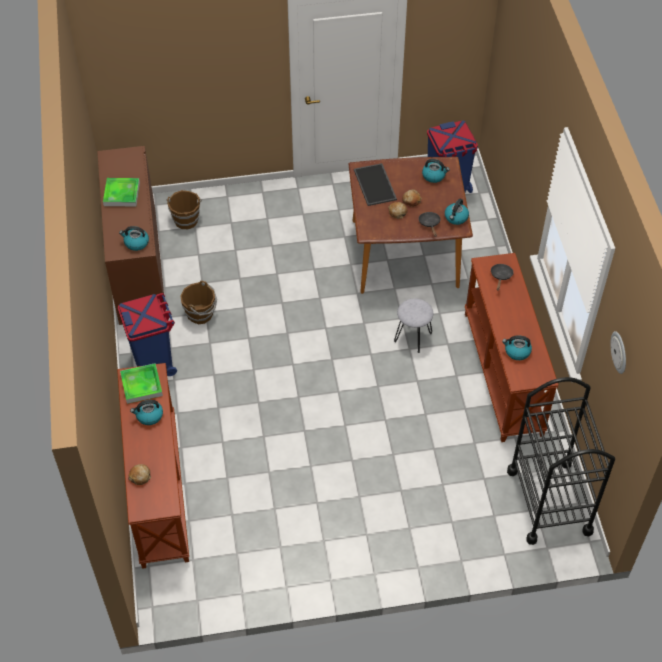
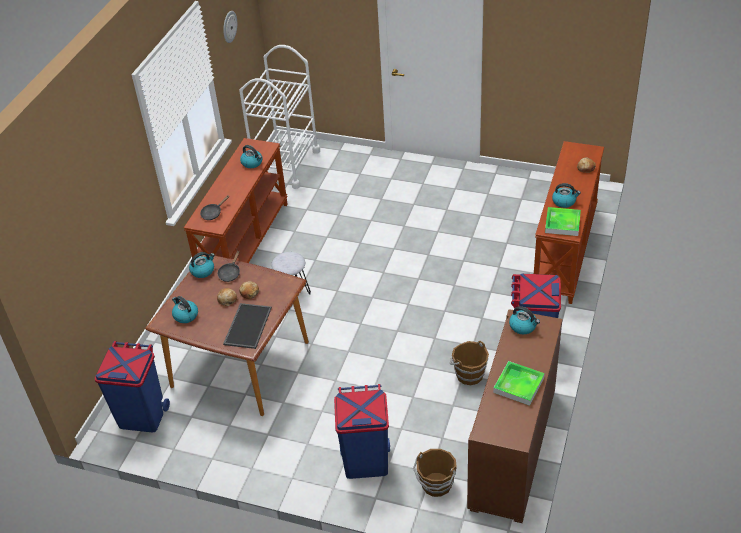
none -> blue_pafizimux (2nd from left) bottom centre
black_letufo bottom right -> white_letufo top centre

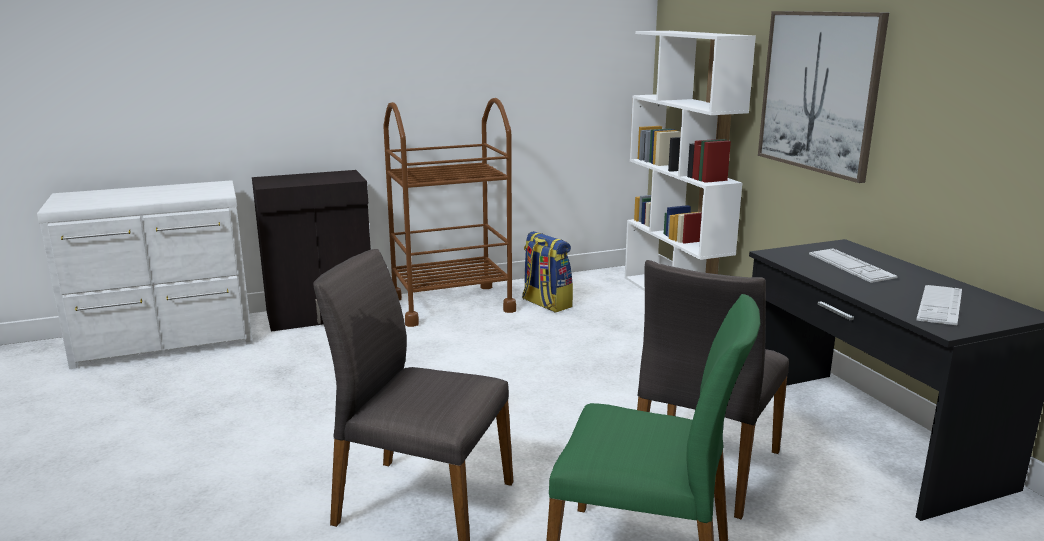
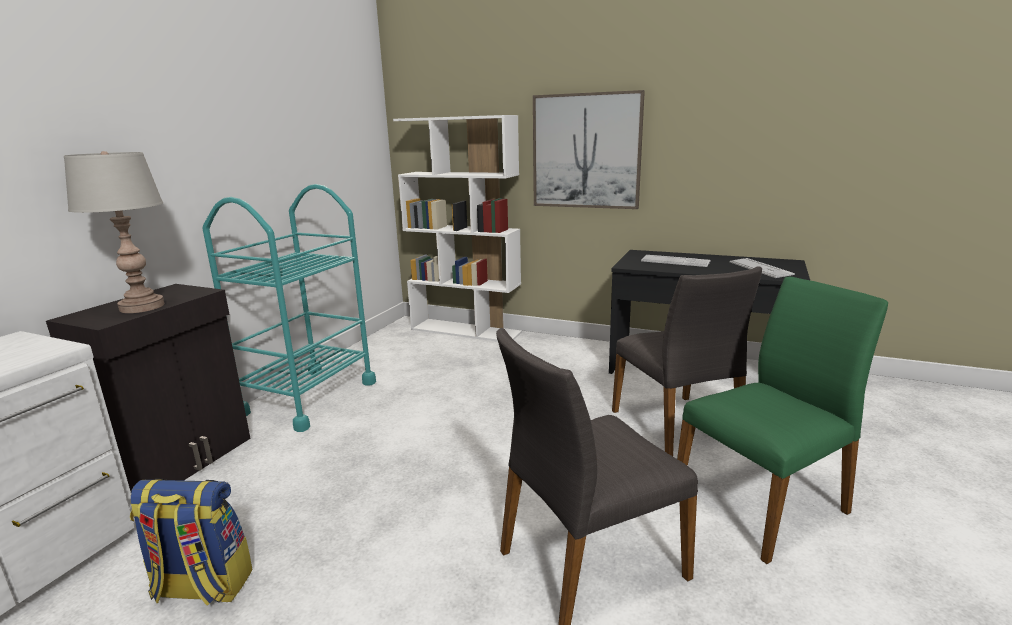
none -> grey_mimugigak middle left
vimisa centre -> vimisa bottom left, moved
brown_letufo centre -> turquoise_letufo middle left

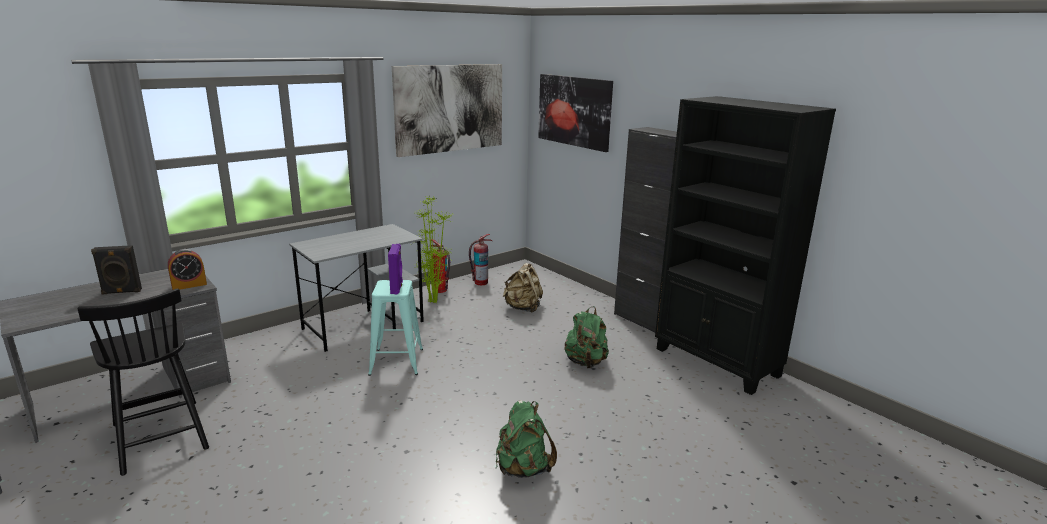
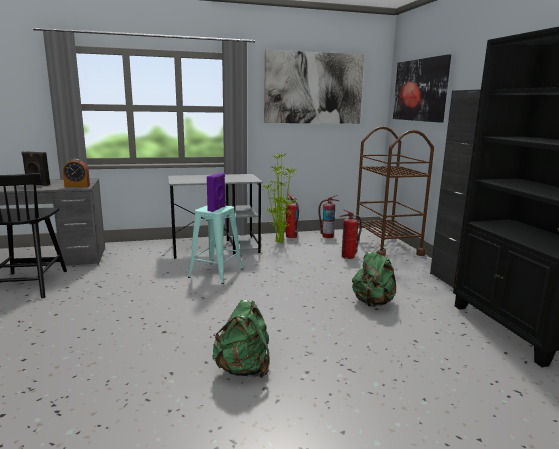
none -> brown_letufo middle right
beige_vimisa centre -> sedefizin (3rd from left) centre

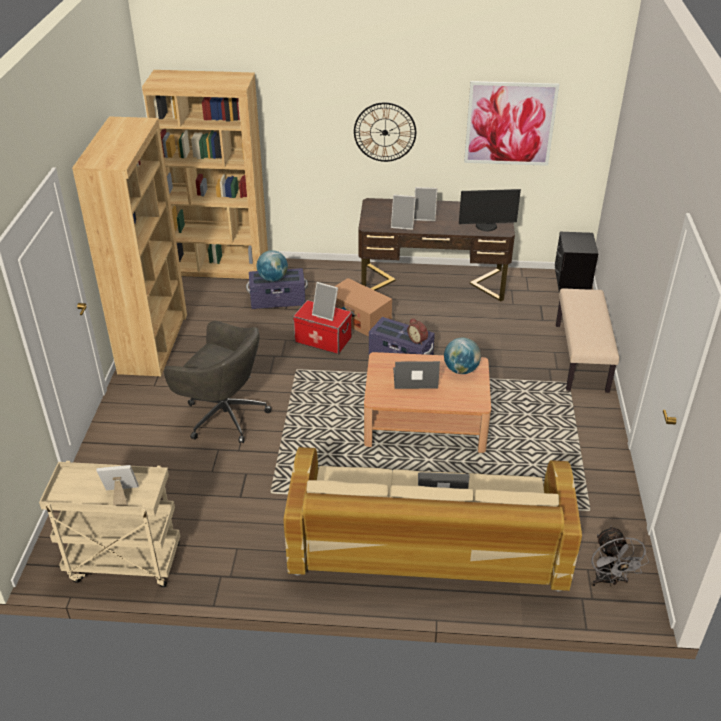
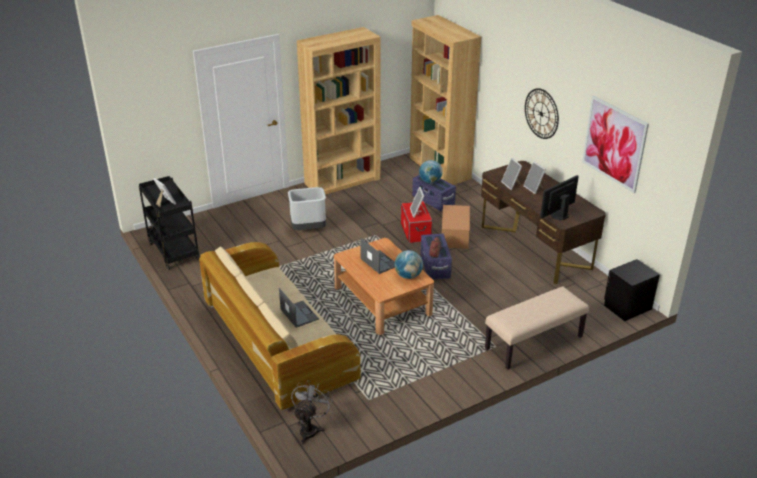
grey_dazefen middle left -> grey_pafizimux centre
beige_letufo bottom left -> black_letufo middle left
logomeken top right -> logomeken middle right, 90 degrees clockwise
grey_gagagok bottom right -> grey_gagagok bottom centre, 150 degrees clockwise

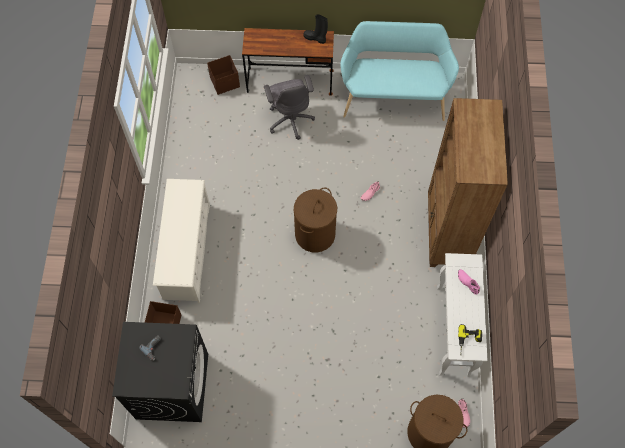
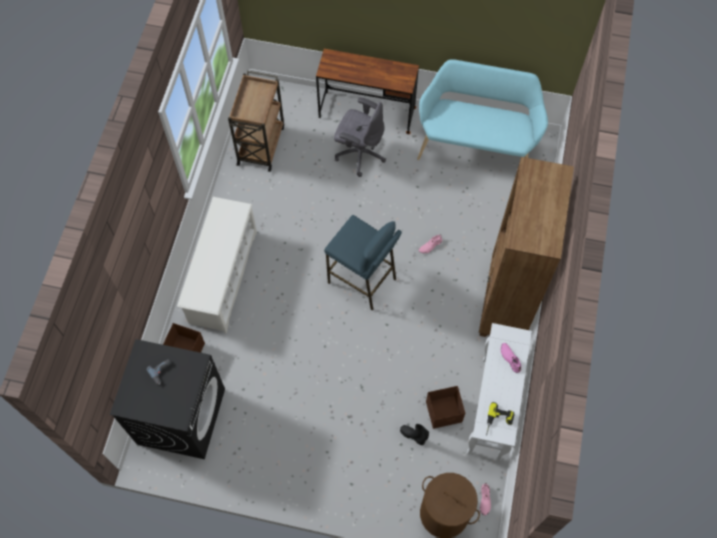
none -> brown_letufo top centre
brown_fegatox (2nd from left) top centre -> brown_fegatox (2nd from left) bottom centre, moved
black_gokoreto top centre -> black_gokoreto bottom centre, moved
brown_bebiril (1st from left) centre -> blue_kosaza centre
grey_dazefen top centre, 60 degrees counterclockwise

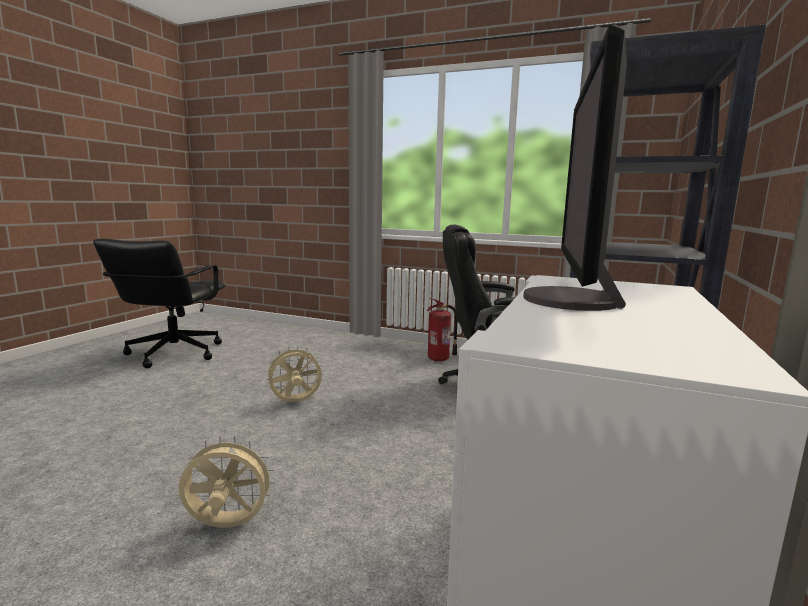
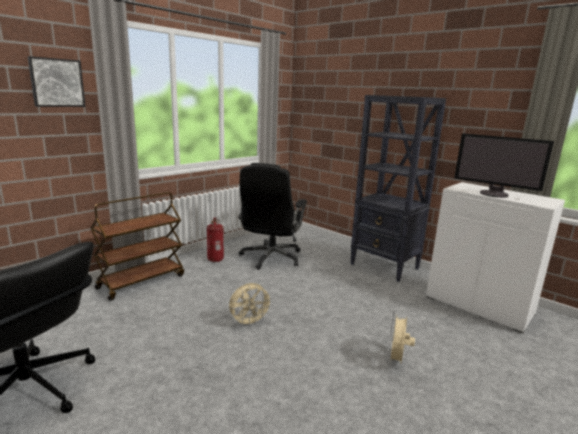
none -> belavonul top left
none -> brown_letufo middle left
beige_gagagok (2nd from left in the first image) centre -> beige_gagagok (1st from left) bottom centre, 120 degrees counterclockwise

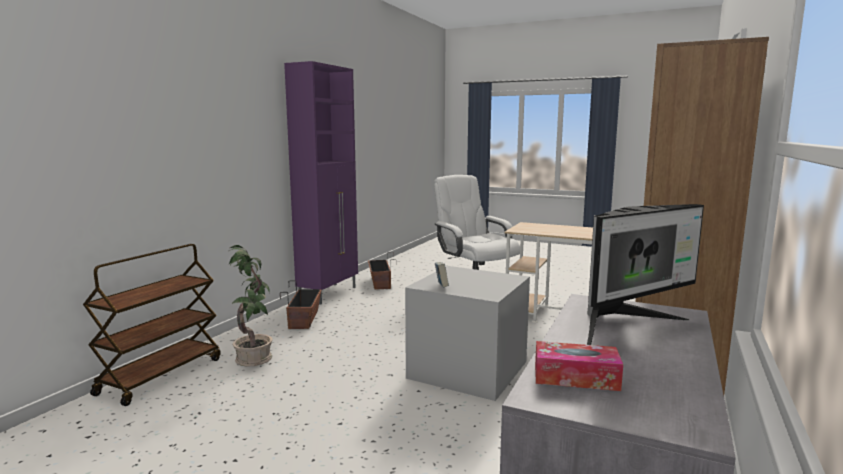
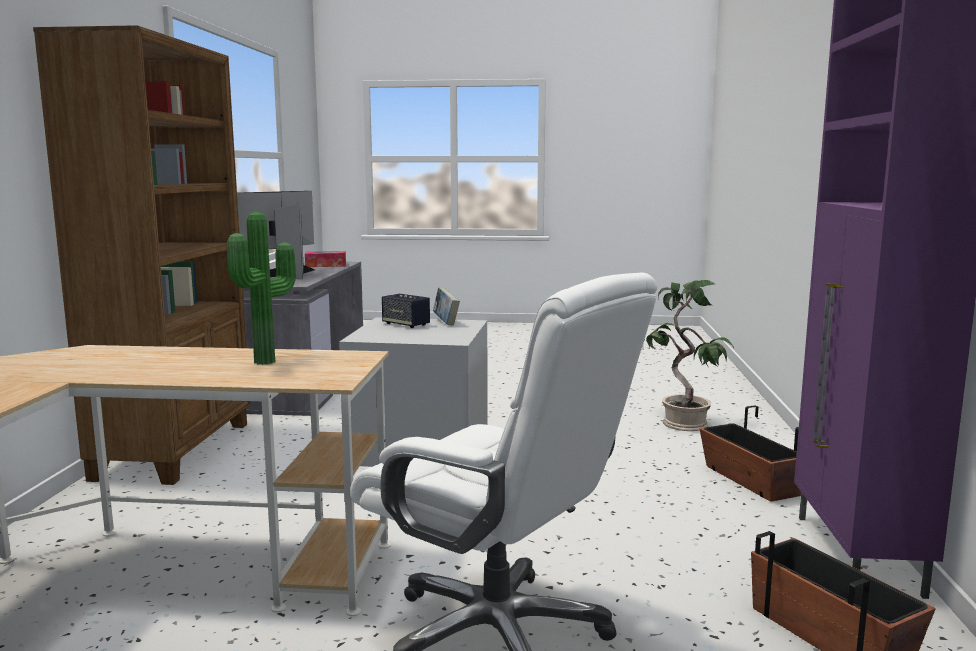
brown_letufo bottom left -> none
none -> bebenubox (1st from left) middle left
none -> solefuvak centre

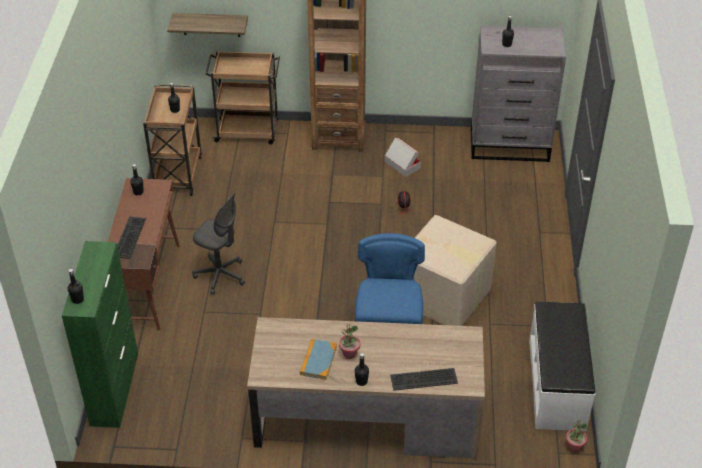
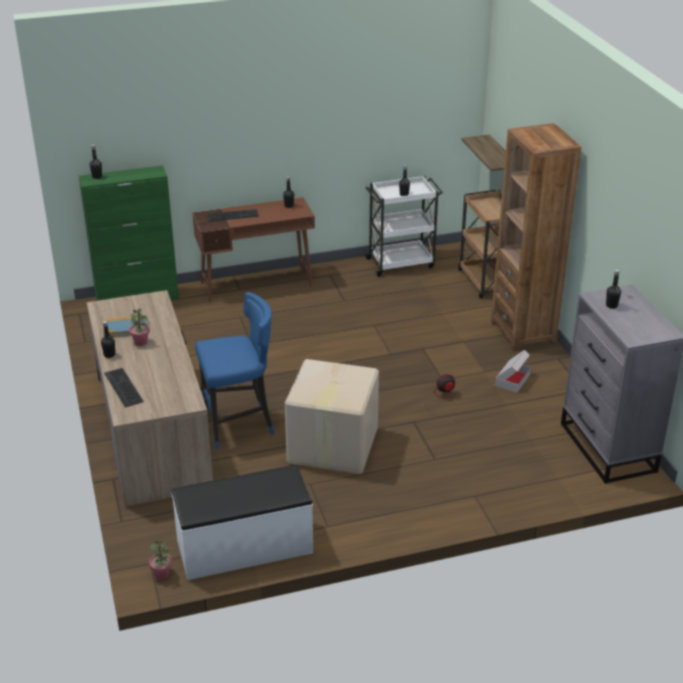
grey_dazefen middle left -> none
brown_letufo (1st from left) top left -> white_letufo top centre

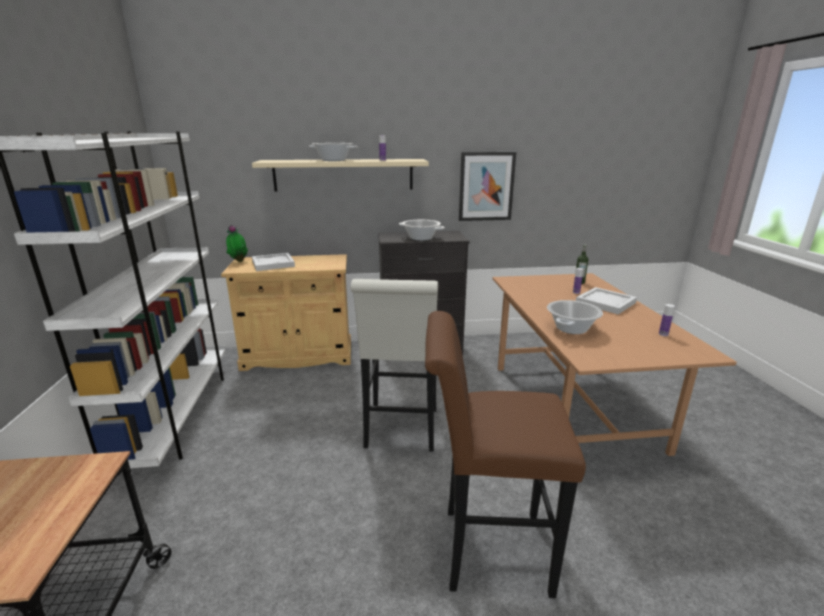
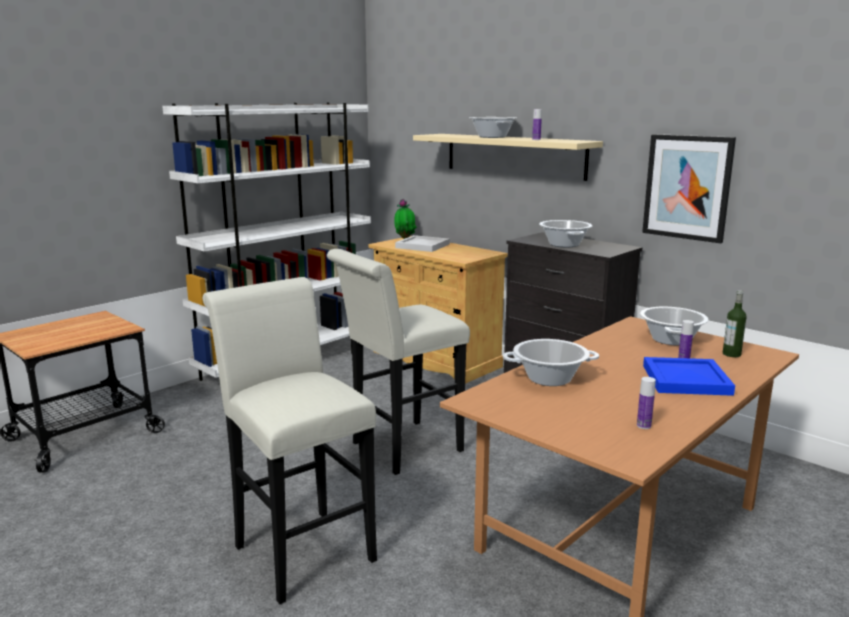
none -> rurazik (4th from left) middle right
brown_kosaza bottom centre -> white_kosaza (1st from left) bottom centre
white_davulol (2nd from left) middle right -> blue_davulol middle right

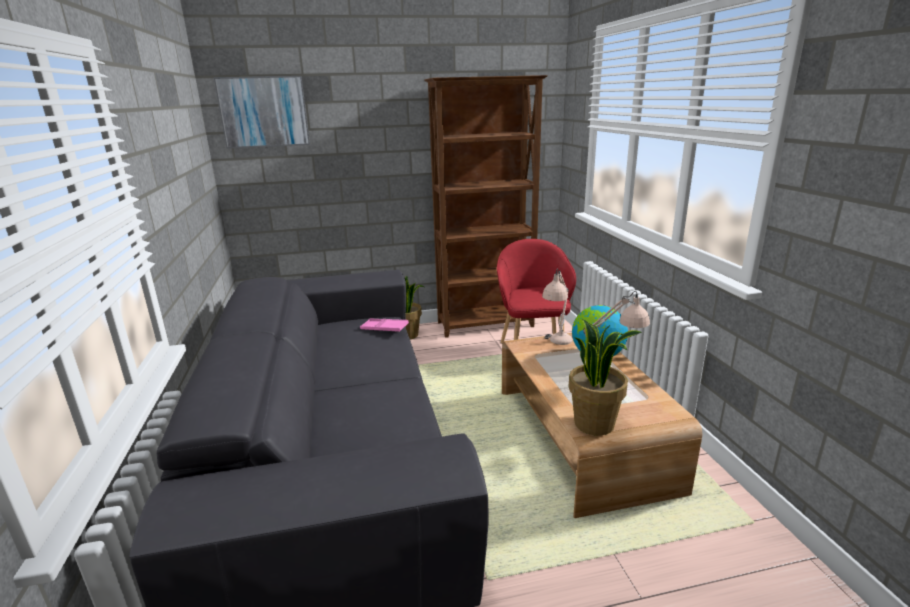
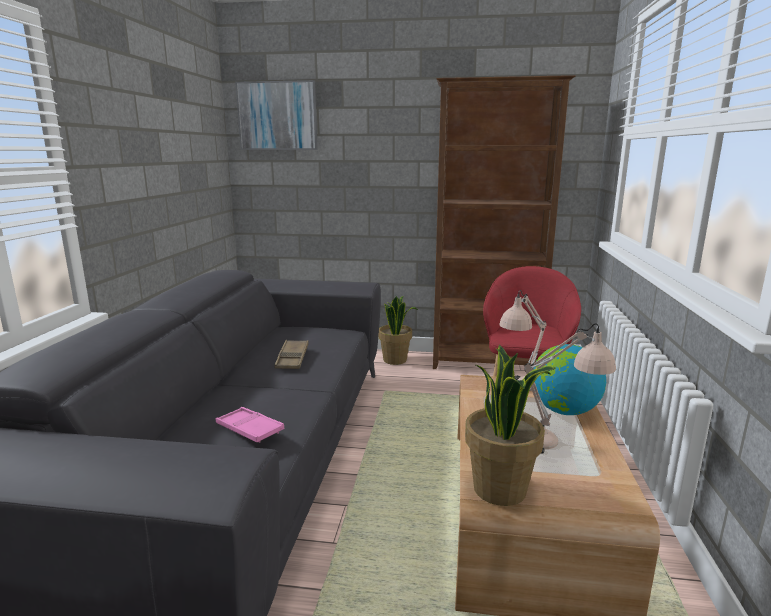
none -> brown_davulol centre
pink_davulol centre -> pink_davulol bottom left, moved

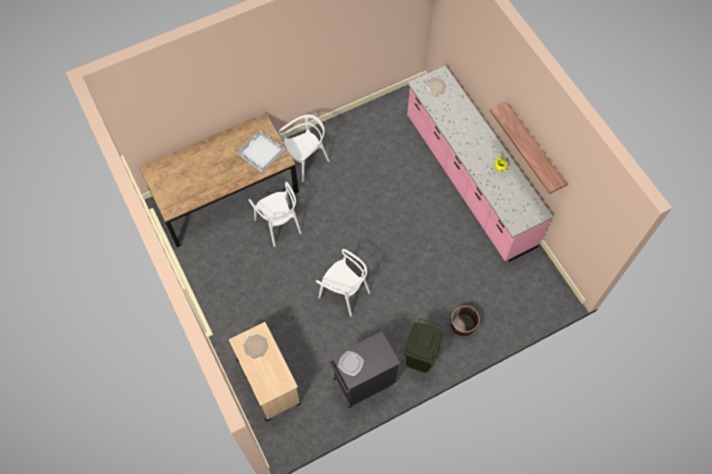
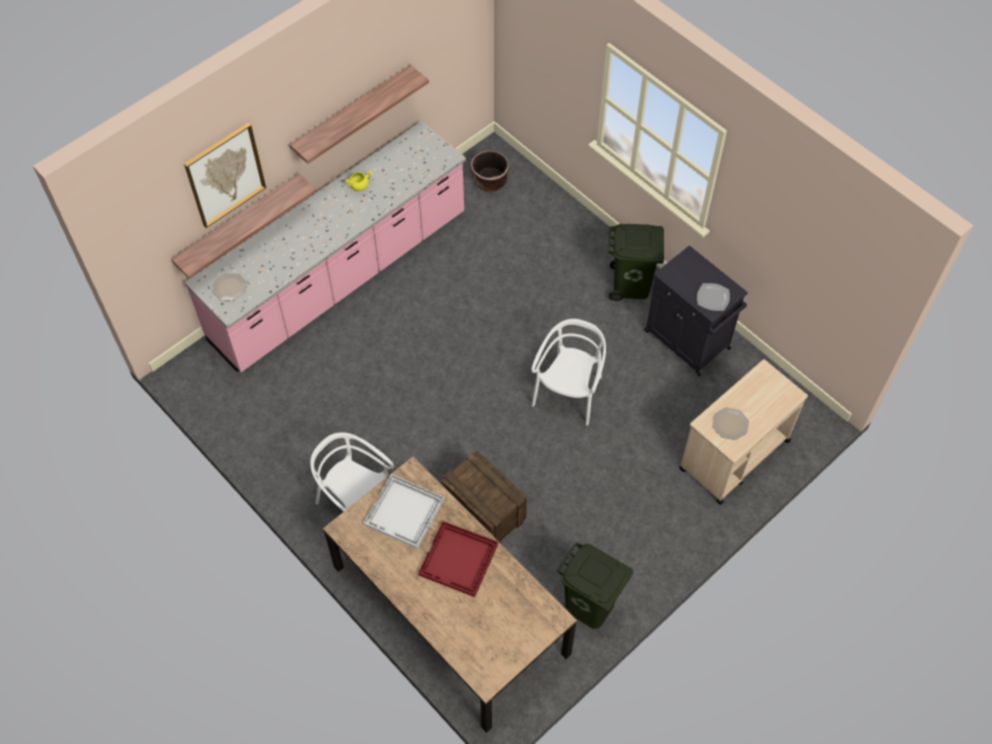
none -> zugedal (1st from left) top left
none -> belavonul top left
none -> red_davulol bottom centre
none -> green_pafizimux (1st from left) bottom centre
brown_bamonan bottom centre -> brown_bamonan top centre, moved
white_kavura (1st from left) centre -> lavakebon bottom centre

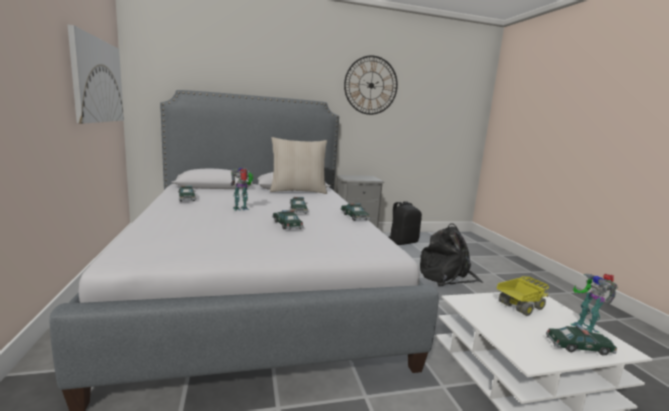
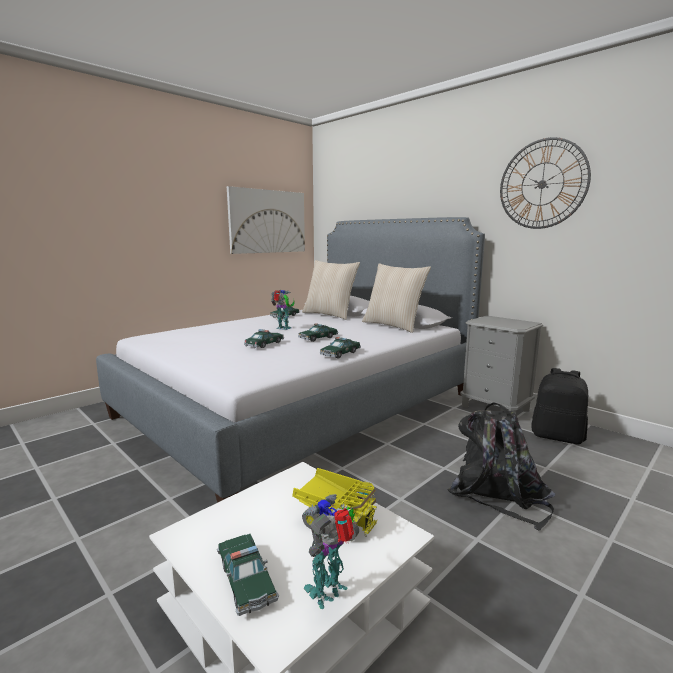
none -> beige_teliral (1st from left) centre

